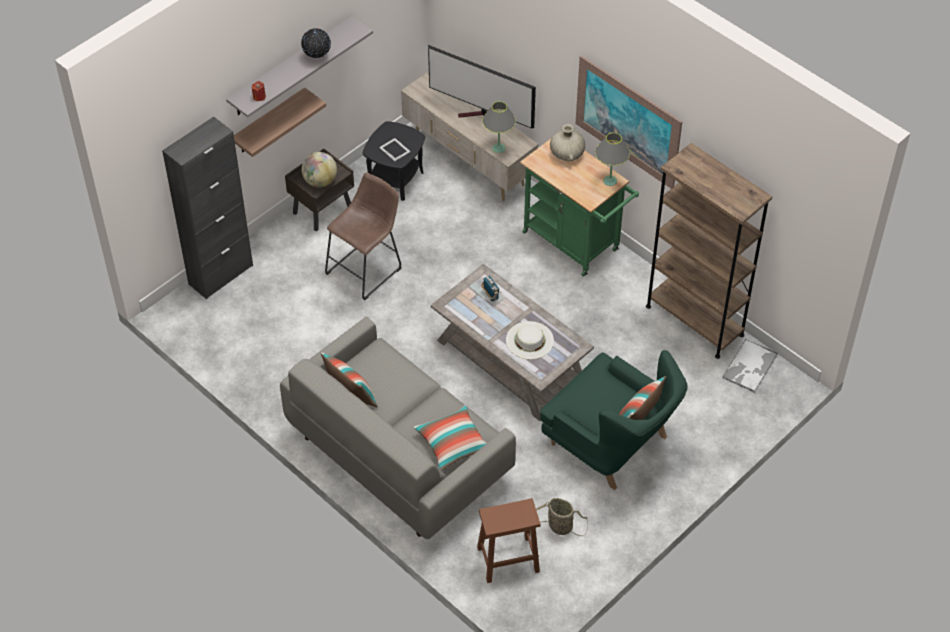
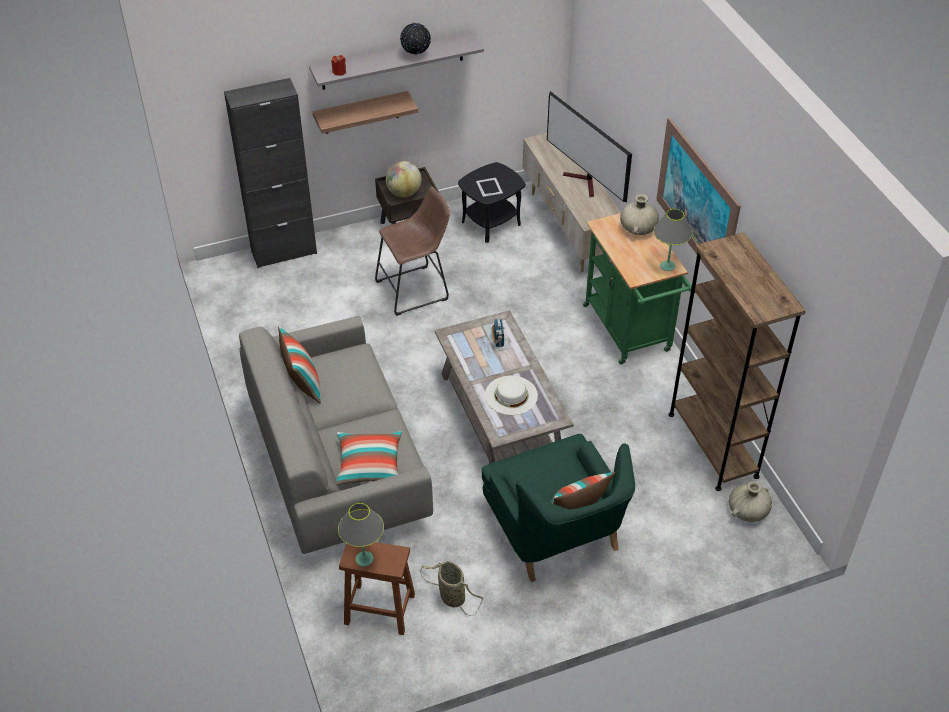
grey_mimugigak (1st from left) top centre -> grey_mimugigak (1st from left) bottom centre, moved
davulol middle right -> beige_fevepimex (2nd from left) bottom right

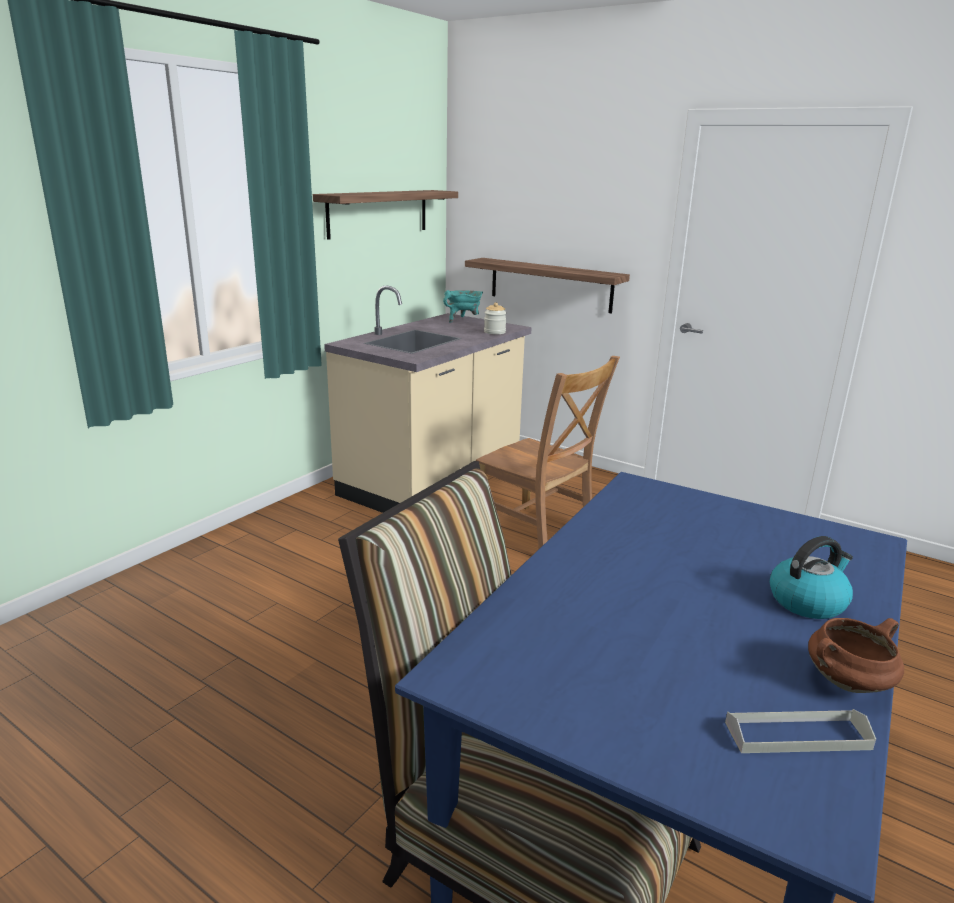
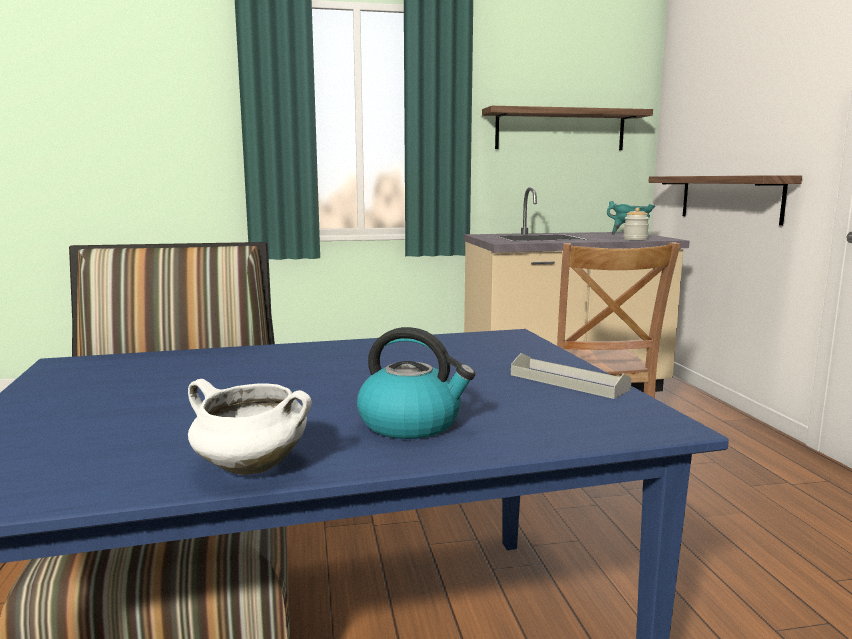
grey_davulol bottom right -> grey_davulol middle right, moved
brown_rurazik bottom right -> white_rurazik bottom left

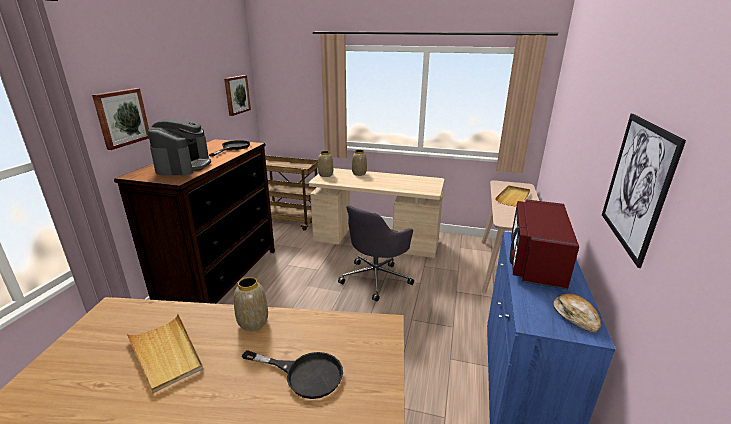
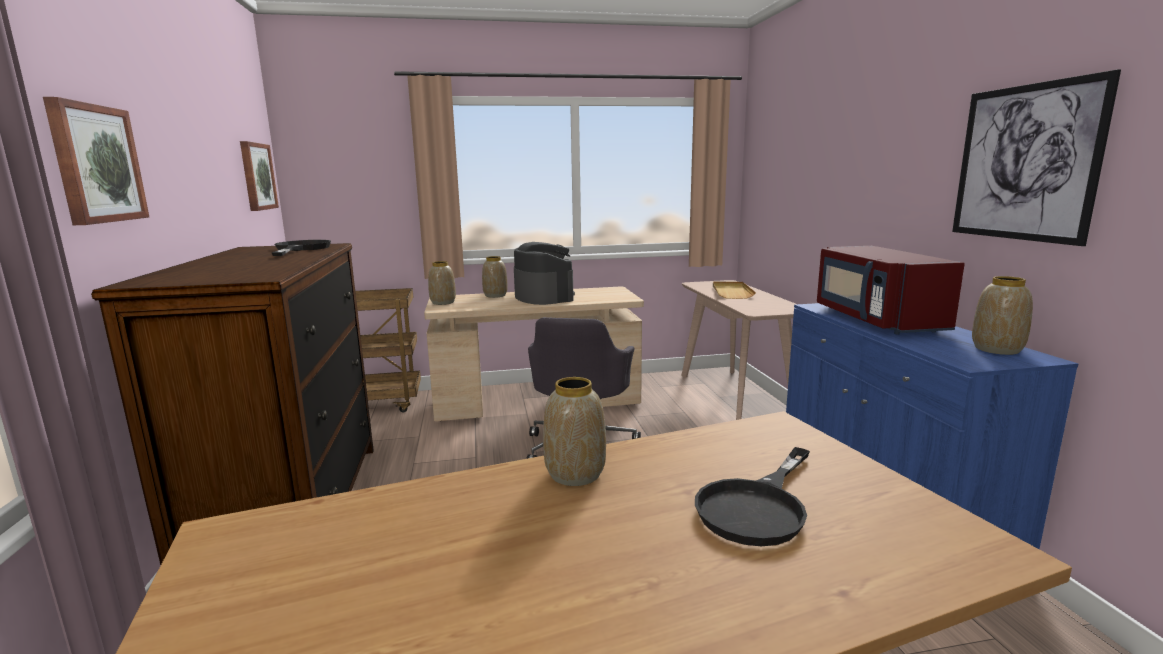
beige_davulol (1st from left) bottom left -> none
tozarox middle left -> tozarox centre, moved
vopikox bottom right -> fevepimex (4th from left) middle right
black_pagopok (2nd from left) bottom centre, 135 degrees clockwise

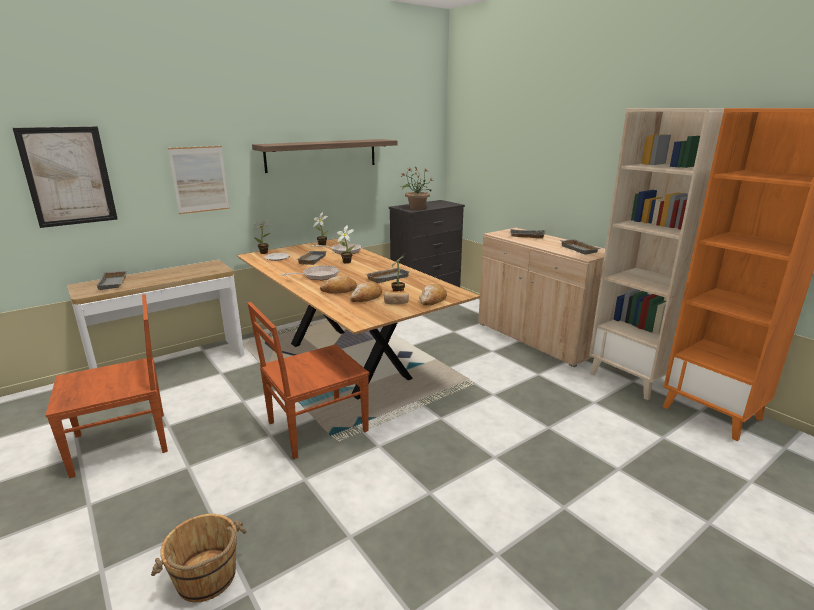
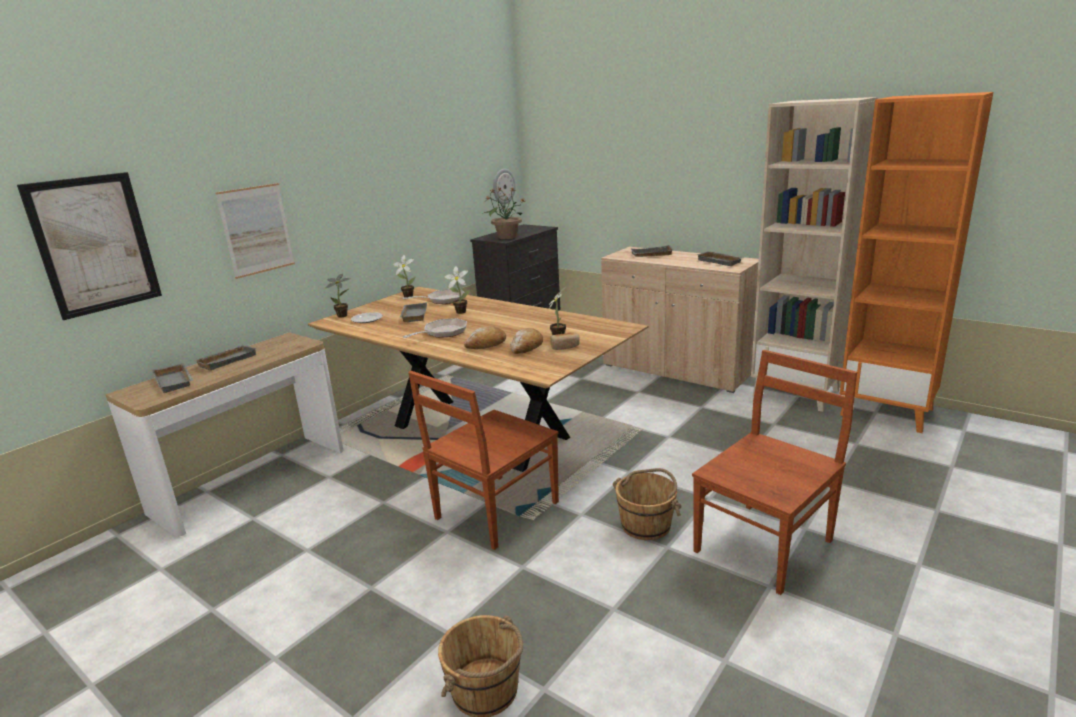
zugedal top centre -> none
vopikox (4th from left) centre -> none
none -> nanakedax top centre
none -> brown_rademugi (2nd from left) bottom centre
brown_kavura (1st from left in the first image) middle left -> brown_kavura (2nd from left) middle right, moved
grey_davulol (3rd from left in the first image) centre -> grey_davulol (2nd from left) middle left, moved

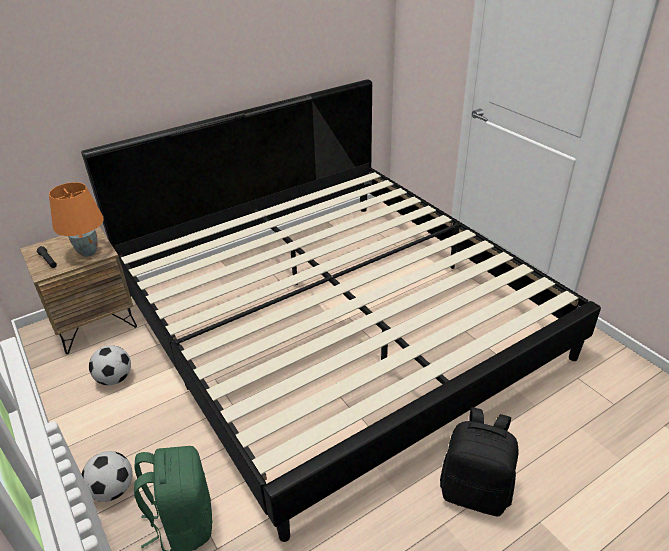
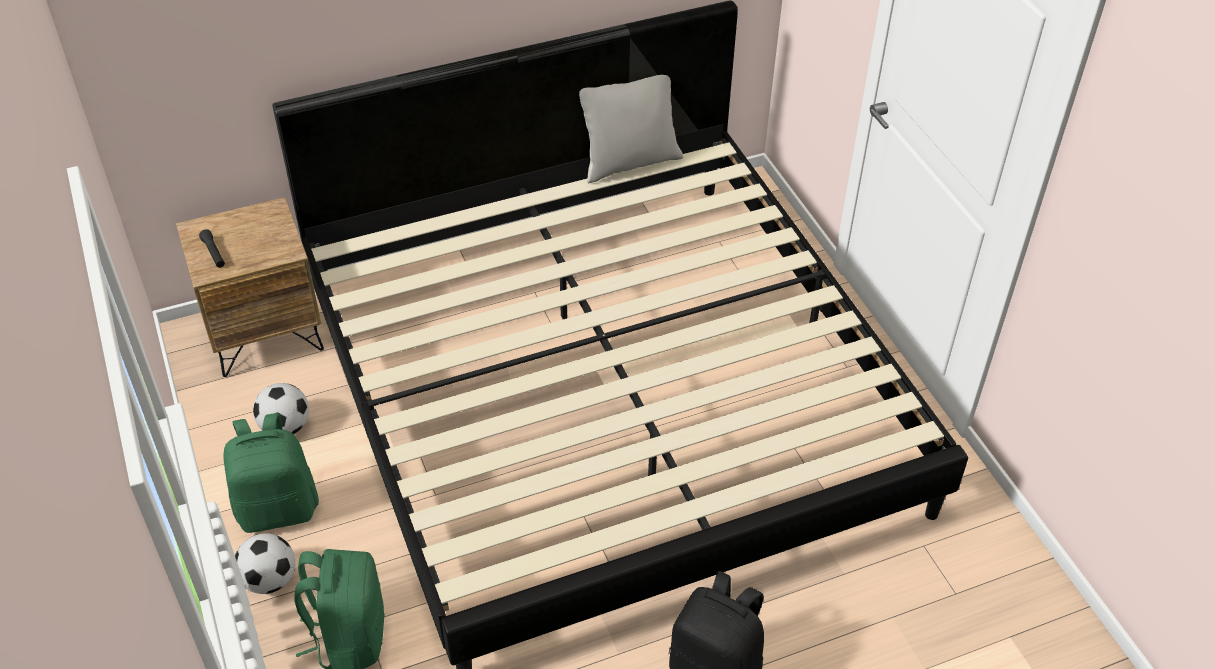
orange_mimugigak middle left -> none
none -> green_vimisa (1st from left) bottom left
none -> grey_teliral top centre

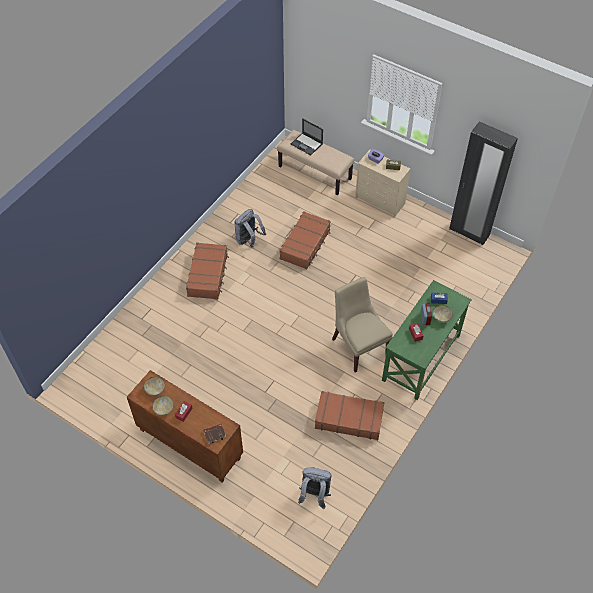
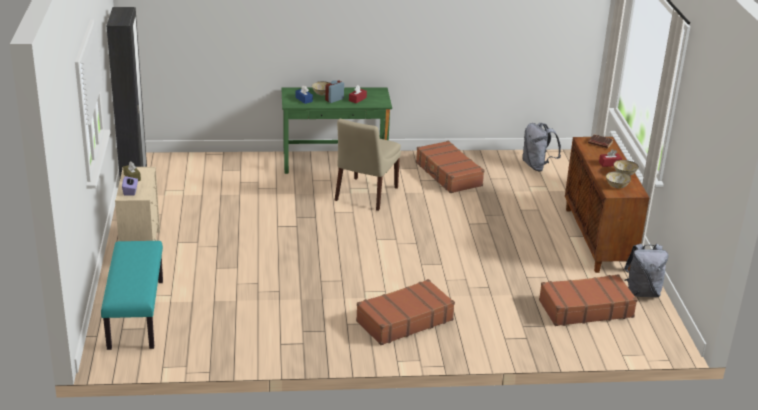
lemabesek top centre -> none
grey_vimisa (1st from left in the first image) centre -> grey_vimisa (2nd from left) middle right, moved
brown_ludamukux (2nd from left in the first image) centre -> brown_ludamukux (3rd from left) bottom right, moved
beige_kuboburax top centre -> turquoise_kuboburax bottom left

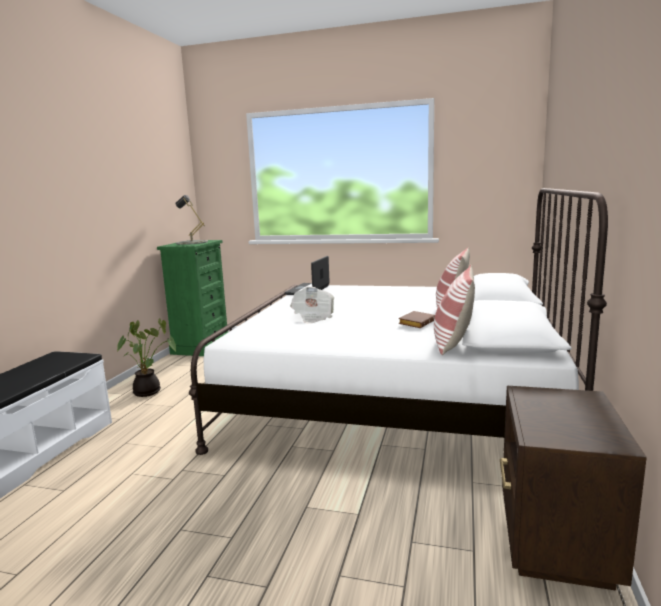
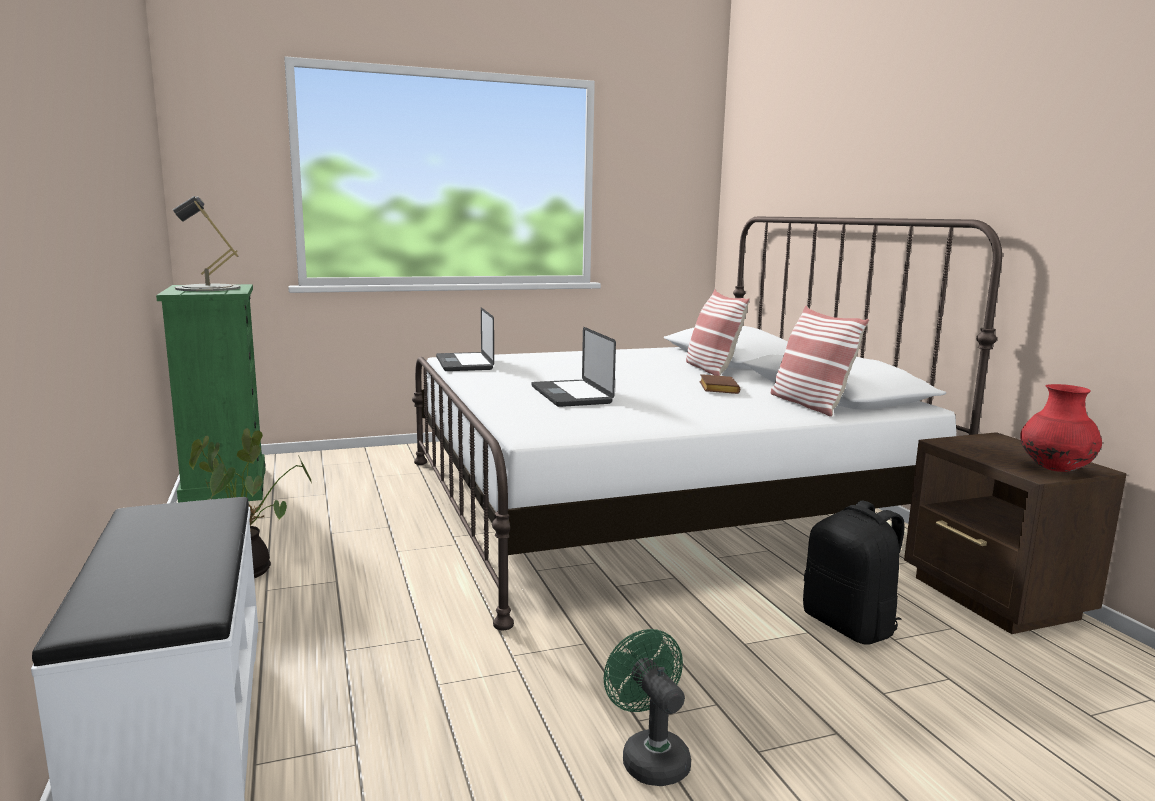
none -> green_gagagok bottom centre
none -> black_vimisa bottom right
none -> red_fevepimex middle right
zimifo centre -> lemabesek (2nd from left) centre

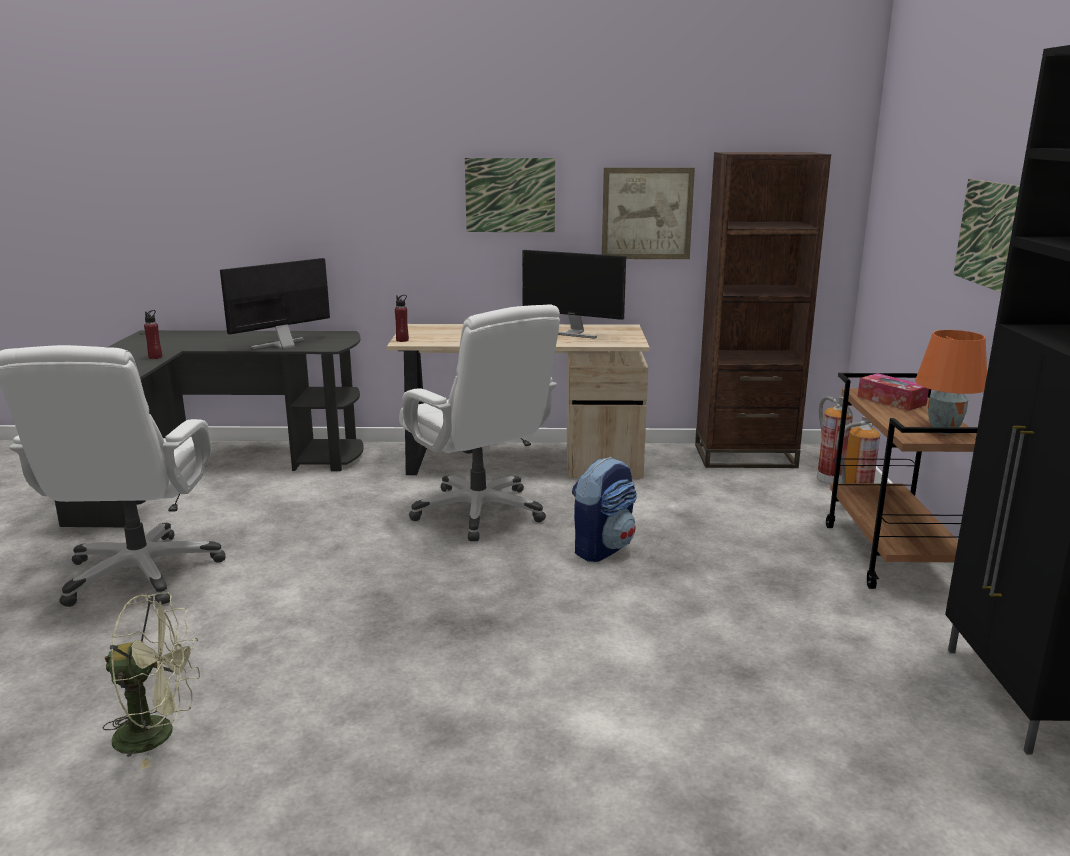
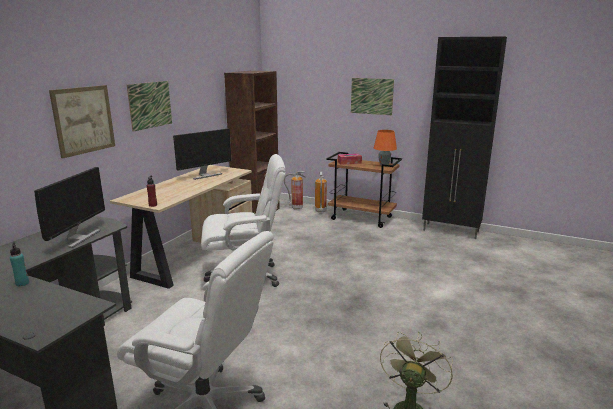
vimisa centre -> none
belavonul (2nd from left in the first image) top centre -> belavonul (1st from left) top left, moved
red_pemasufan (1st from left) middle left -> turquoise_pemasufan middle left
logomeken (1st from left) middle left, 150 degrees counterclockwise

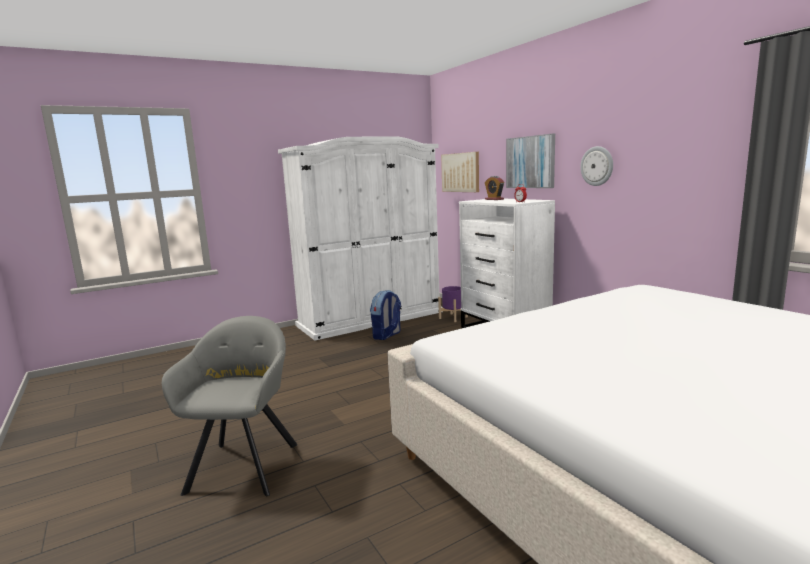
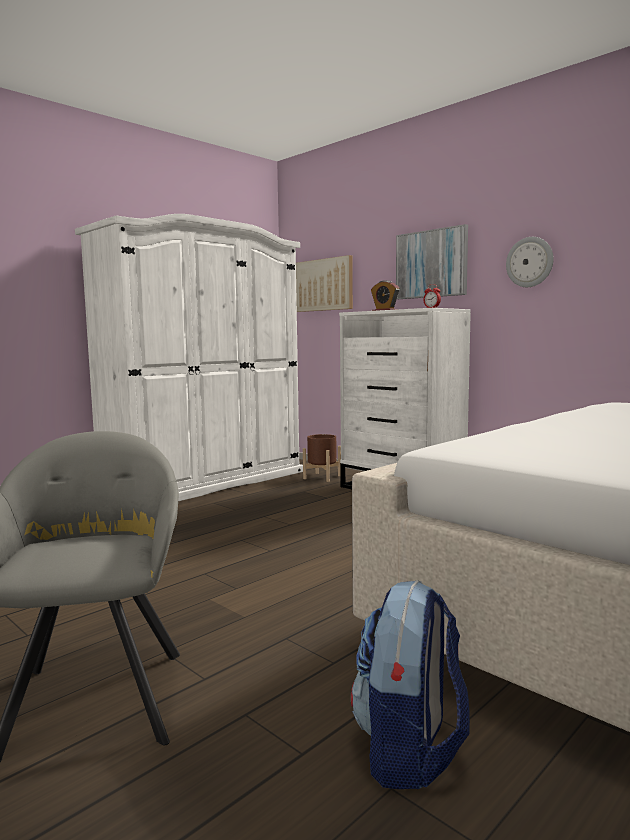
vimisa centre -> vimisa bottom centre, moved
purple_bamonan centre -> brown_bamonan centre

